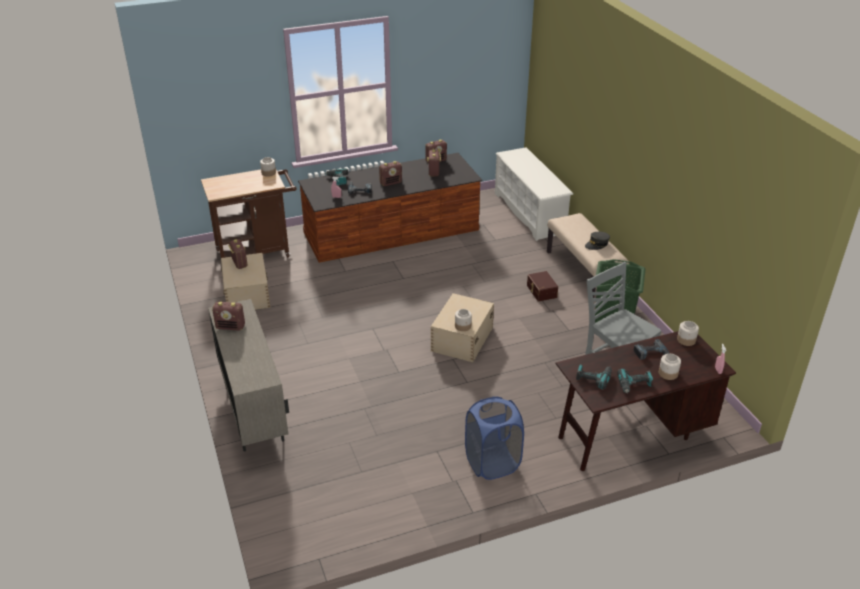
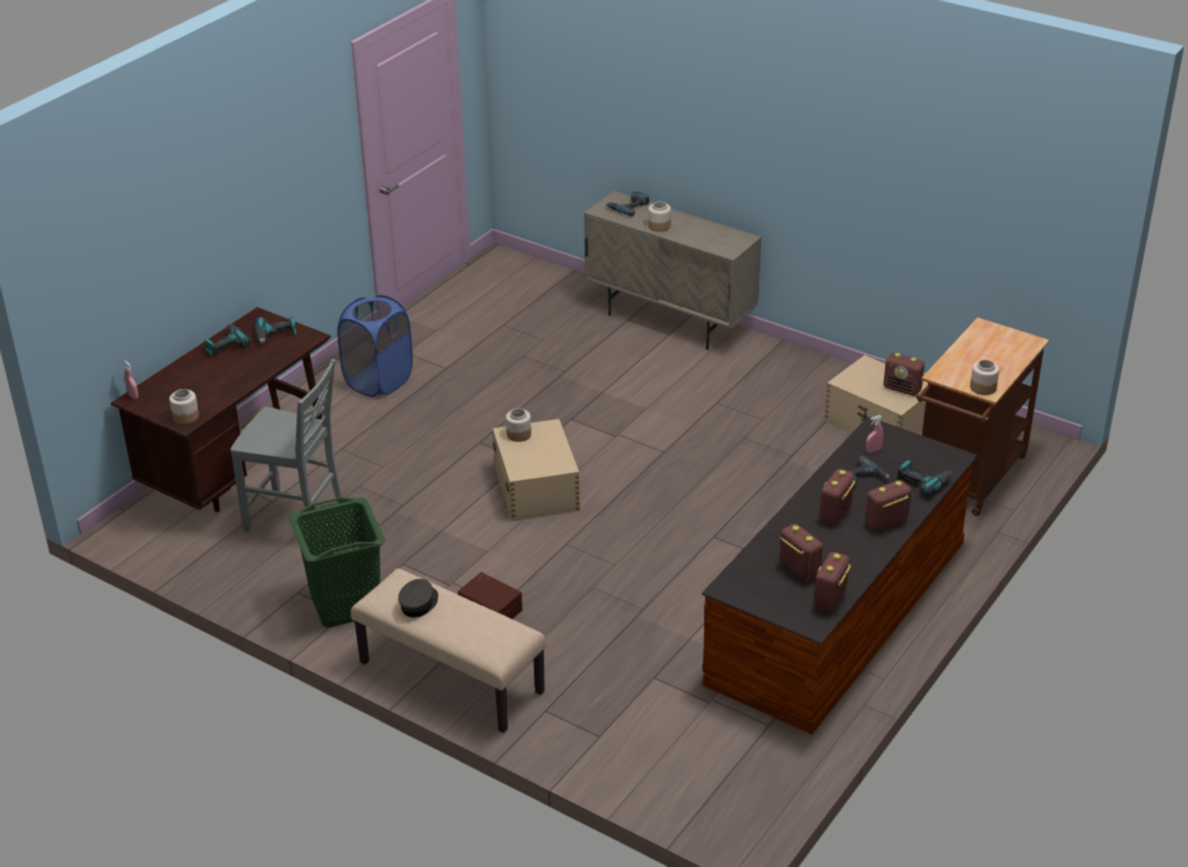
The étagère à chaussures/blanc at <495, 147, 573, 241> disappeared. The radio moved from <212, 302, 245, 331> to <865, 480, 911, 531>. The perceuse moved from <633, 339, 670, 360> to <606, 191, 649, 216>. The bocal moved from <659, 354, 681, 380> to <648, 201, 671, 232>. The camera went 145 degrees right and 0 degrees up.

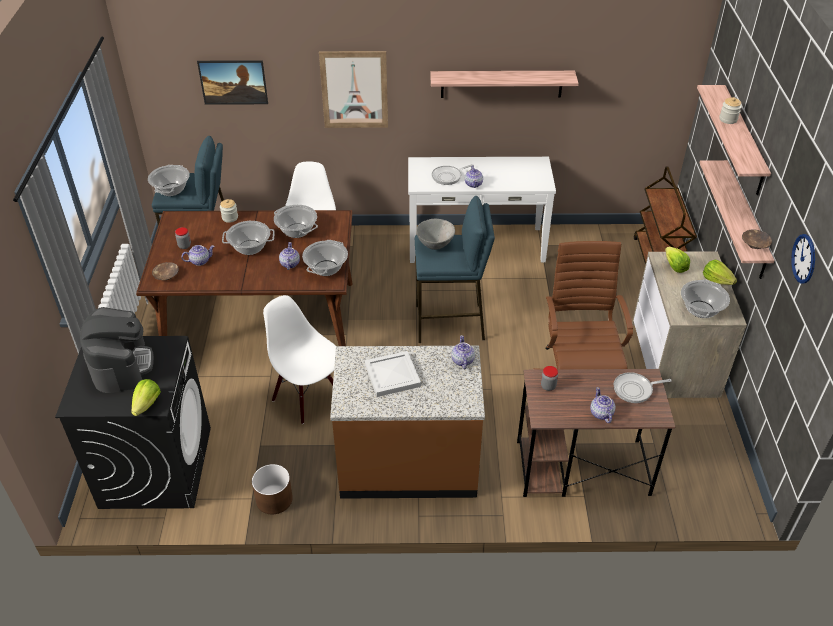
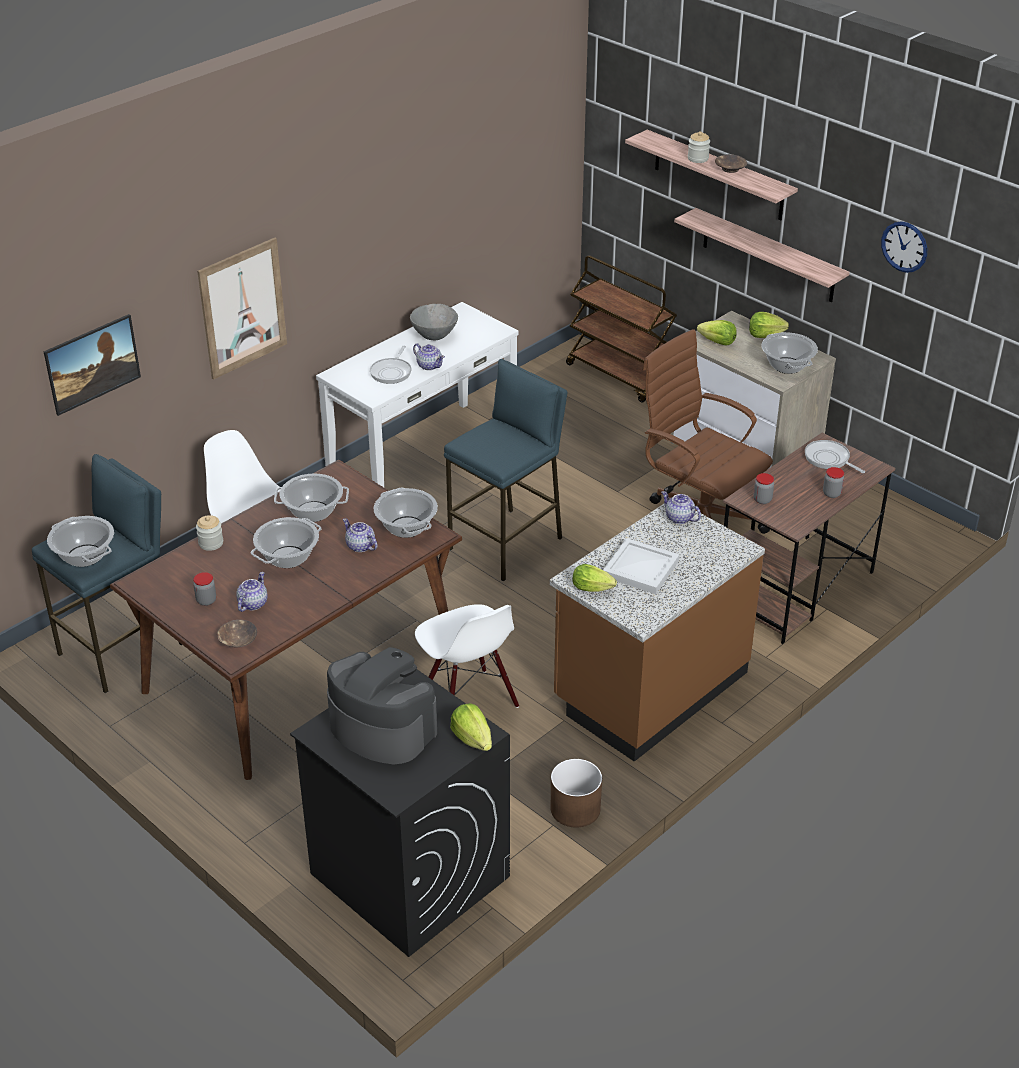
The étagère at <430, 71, 579, 98> disappeared. The laitue at <573, 564, 617, 592> appeared. The bol/gris moved from <416, 219, 455, 250> to <410, 304, 458, 340>. The bol/marron moved from <742, 230, 772, 249> to <715, 154, 747, 173>. The théière at <590, 387, 616, 423> was replaced by the bocal at <823, 467, 844, 498>. The chaise/blanc at <263, 295, 336, 424> turned 120 degrees counterclockwise. The poêle at <614, 372, 672, 403> turned 105 degrees clockwise. The camera went 45 degrees left and 5 degrees down.

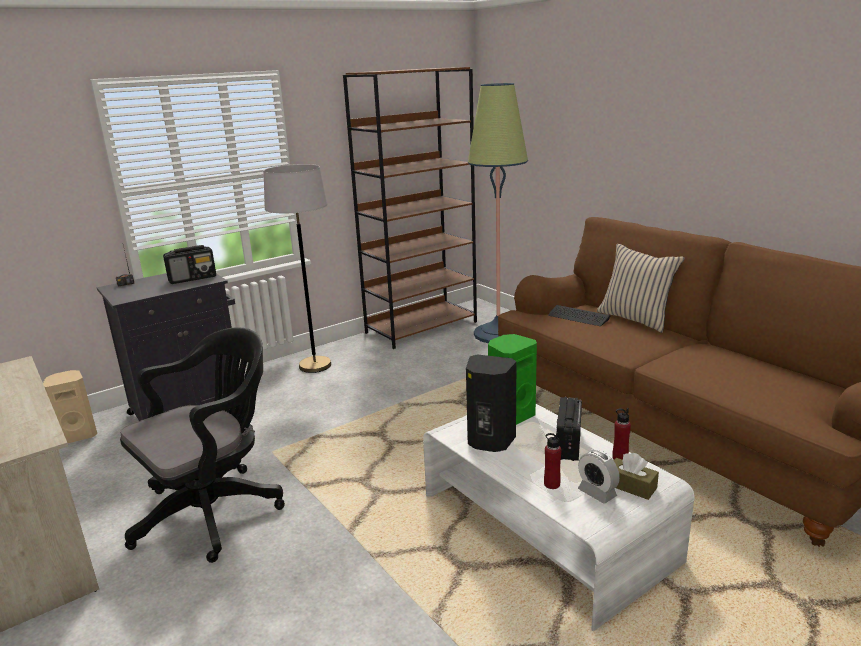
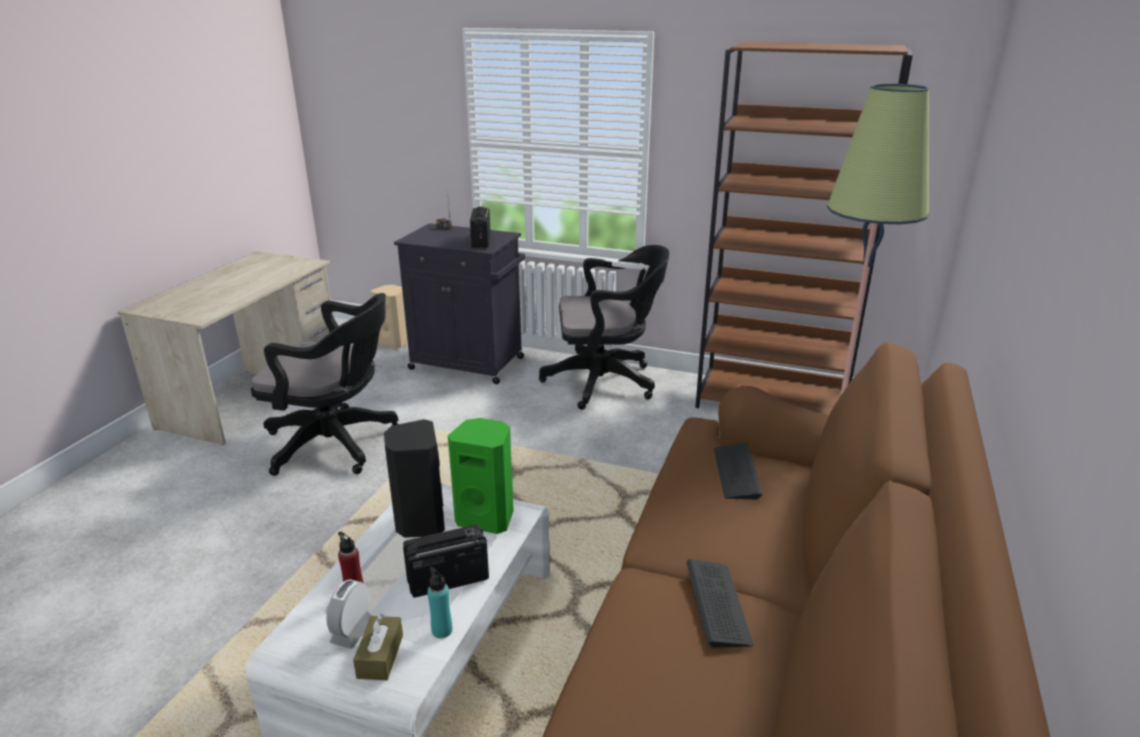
The coussin/beige at <597, 244, 685, 333> disappeared. The clavier at <686, 559, 754, 648> appeared. The lampadaire/gris at <263, 164, 331, 373> was replaced by the chaise de bureau/noir at <539, 245, 670, 410>. The bouteille/rouge at <612, 408, 631, 460> became the bouteille/turquoise at <427, 567, 452, 638>. The radio at <163, 245, 216, 284> turned 60 degrees clockwise. The camera went 55 degrees right and 5 degrees up.

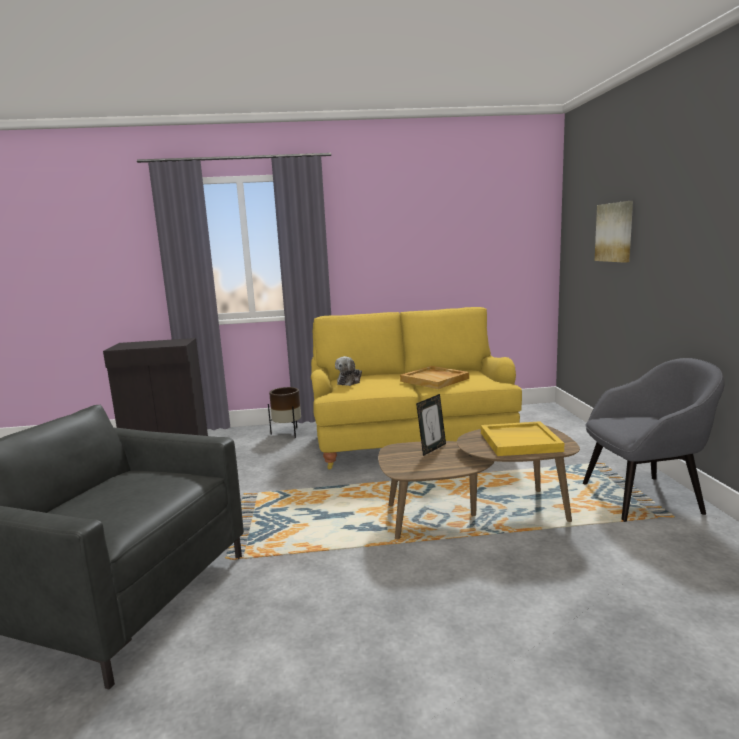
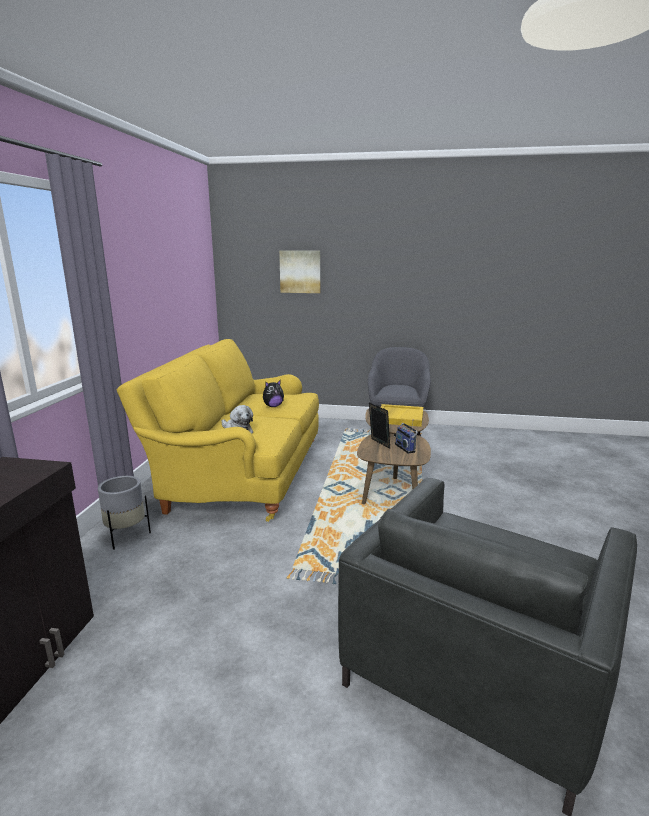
The radio at <395, 420, 418, 454> appeared. The plateau/beige at <400, 366, 469, 389> was replaced by the peluche at <263, 380, 284, 407>. The cache-pot/marron at <268, 387, 301, 438> became the cache-pot/gris at <98, 476, 151, 550>. The camera went 75 degrees left and 5 degrees up.

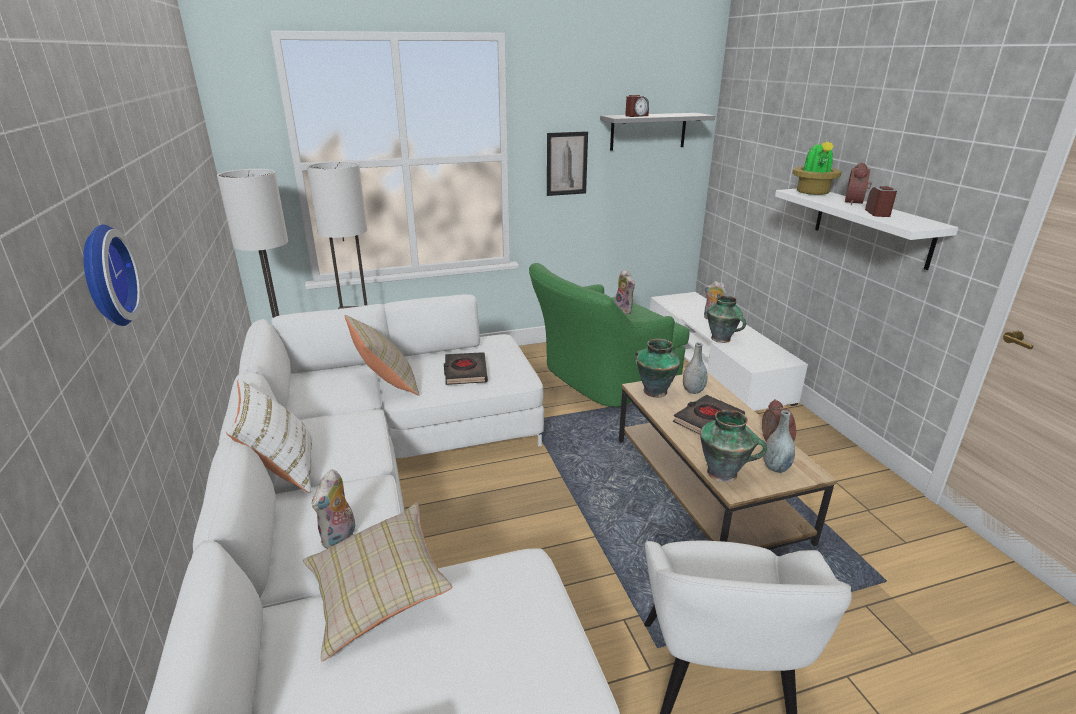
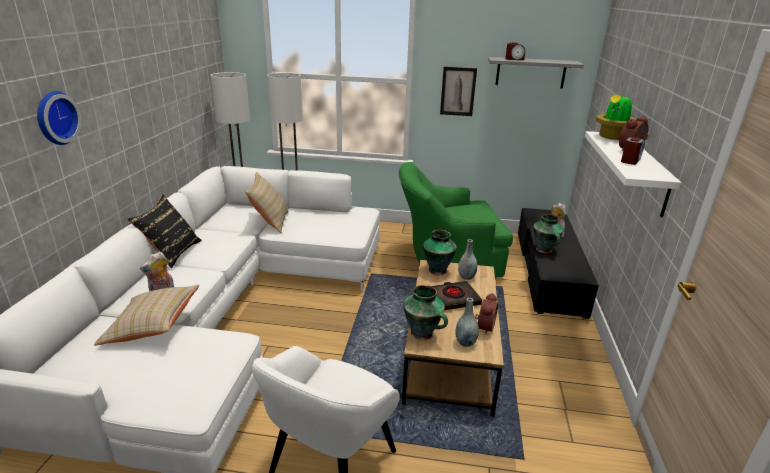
The livre/noir at <444, 352, 488, 385> disappeared. The peluche at <614, 269, 635, 315> disappeared. The coussin/blanc at <226, 379, 312, 493> became the coussin/noir at <127, 194, 202, 268>. The meuble télé/blanc at <650, 292, 808, 411> became the meuble télé/noir at <518, 208, 599, 319>. The camera went 25 degrees right and 0 degrees up.

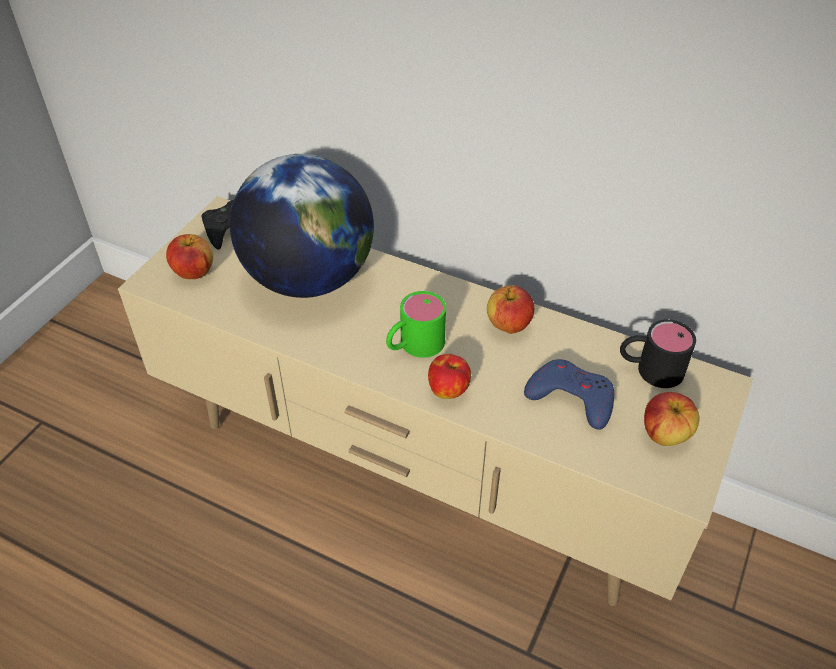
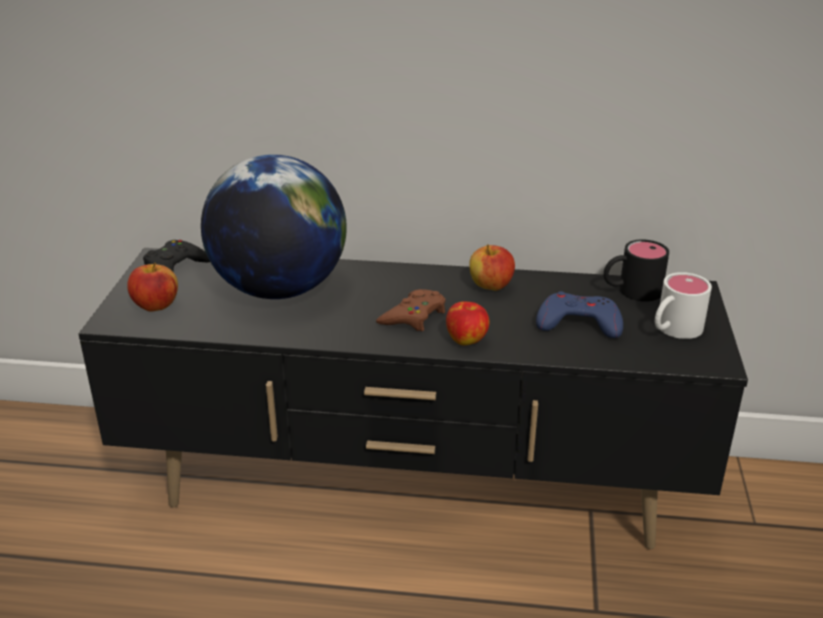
The mug/vert at <386, 291, 446, 358> was replaced by the manette/marron at <376, 289, 446, 331>. The pomme at <644, 392, 700, 446> was replaced by the mug/blanc at <655, 272, 712, 339>. The meuble télé/beige at <118, 196, 753, 606> became the meuble télé/noir at <78, 248, 748, 549>. The camera went 20 degrees left and 15 degrees down.

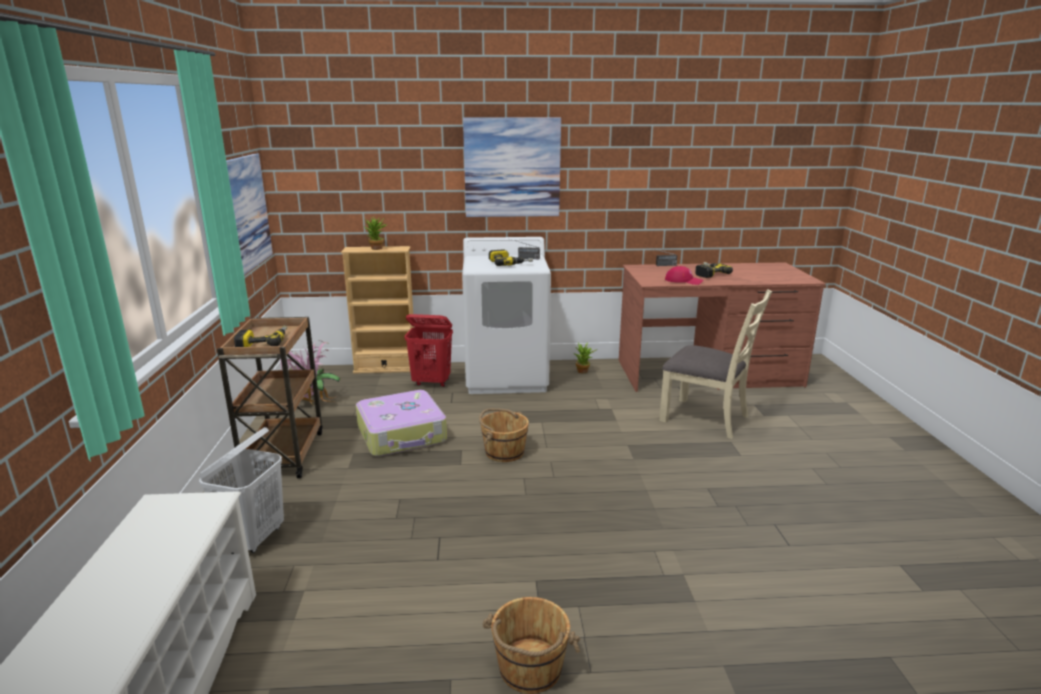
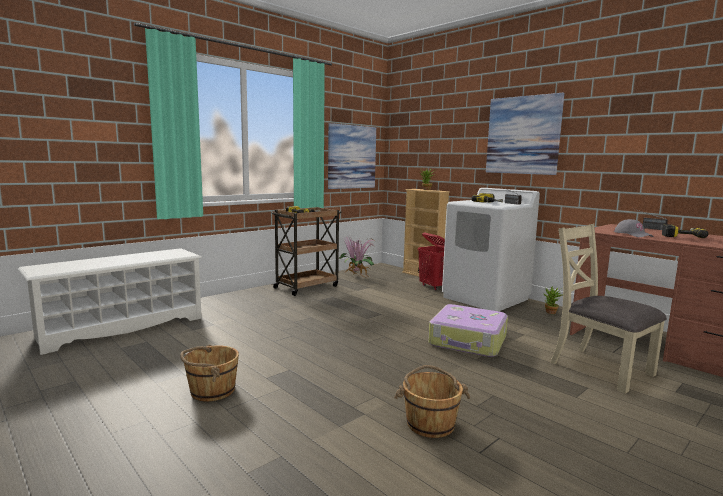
The panier à linge/blanc at <198, 427, 284, 553> disappeared. The valise moved from <356, 390, 447, 456> to <428, 304, 508, 357>. The seau/marron moved from <479, 408, 529, 462> to <394, 365, 470, 438>. The casquette/rouge at <665, 266, 703, 285> became the casquette/gris at <614, 219, 653, 237>. The chaise/beige at <659, 289, 772, 439> turned 150 degrees clockwise. The camera went 50 degrees right and 10 degrees down.

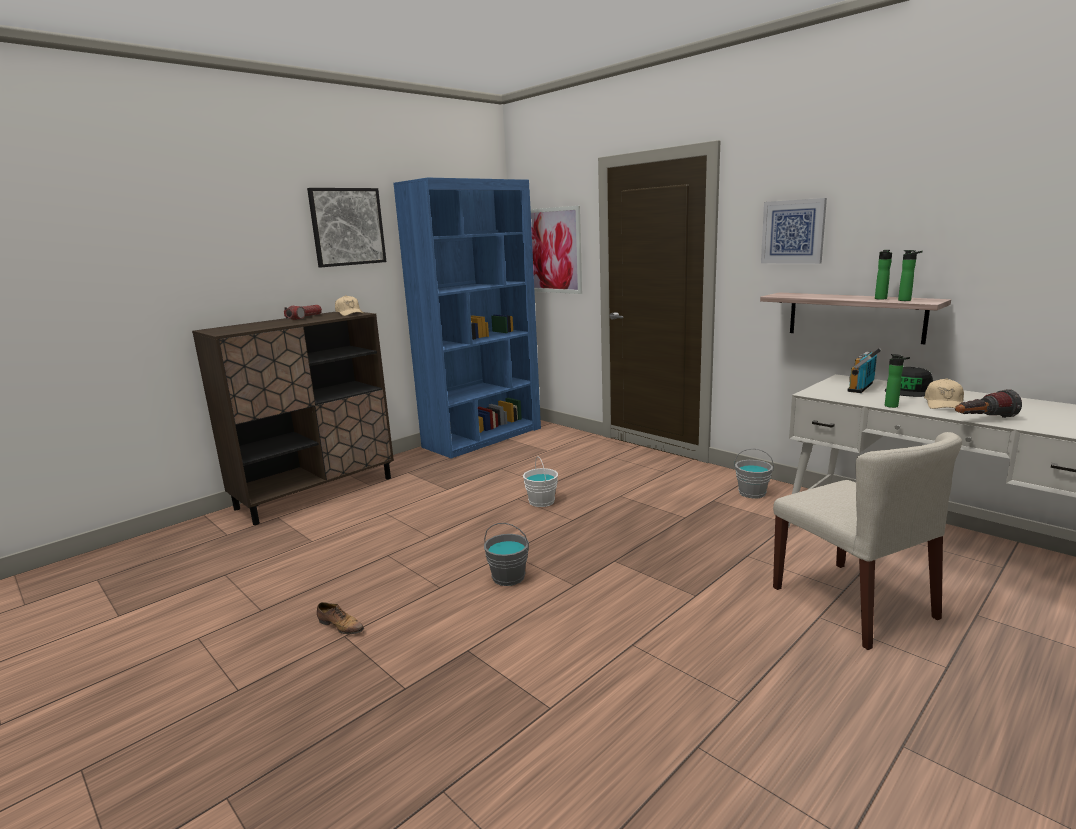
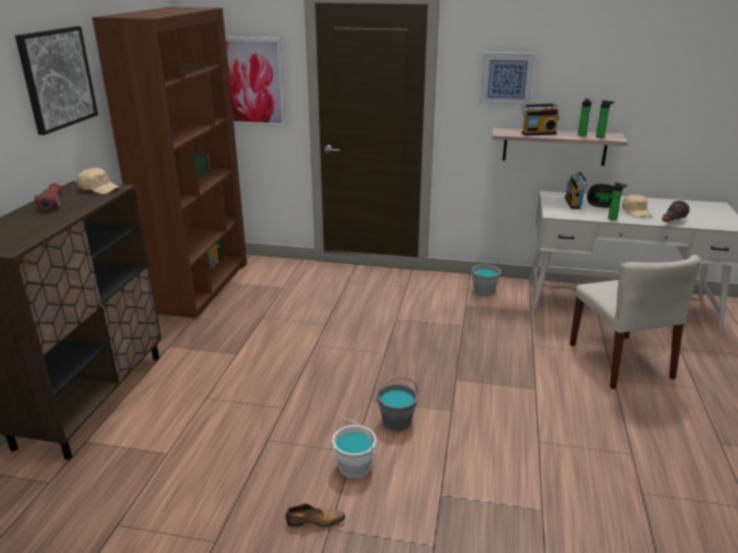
The radio at <522, 103, 560, 136> appeared. The seau/blanc moved from <523, 456, 558, 507> to <332, 419, 377, 479>. The bibliothèque/bleu at <393, 178, 541, 459> became the bibliothèque/marron at <92, 7, 247, 318>. The chaise/beige at <773, 432, 962, 650> turned 45 degrees clockwise. The camera went 35 degrees left and 10 degrees up.

